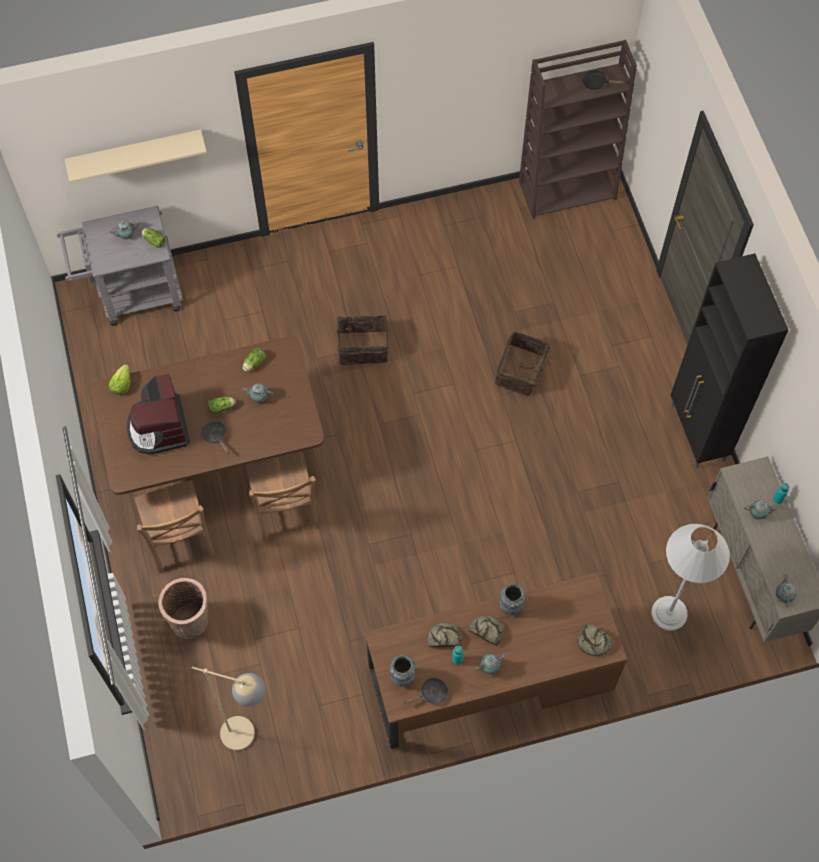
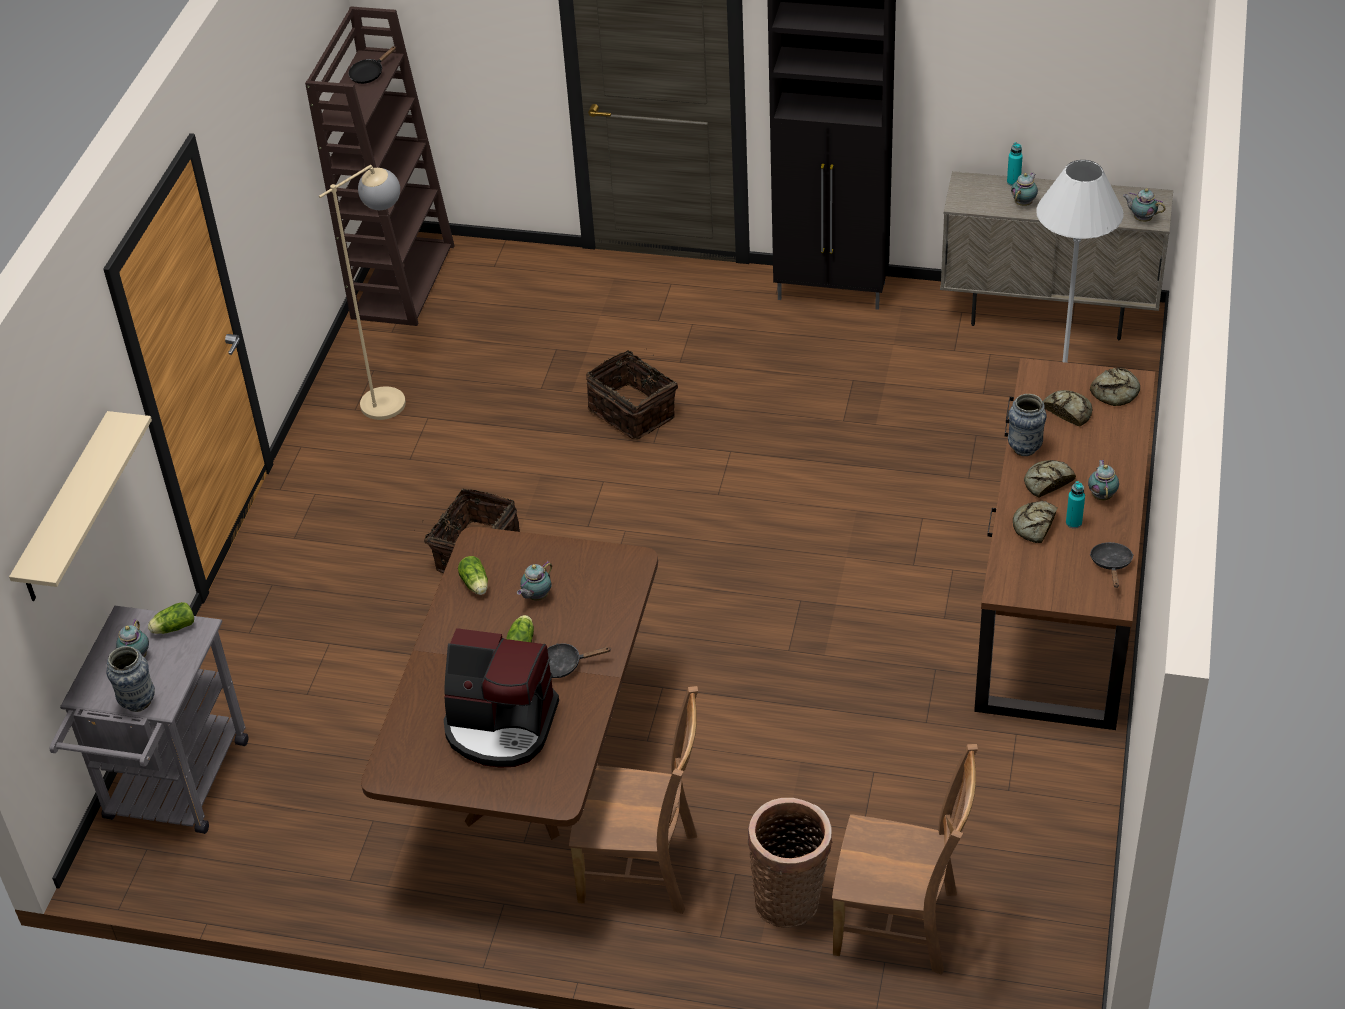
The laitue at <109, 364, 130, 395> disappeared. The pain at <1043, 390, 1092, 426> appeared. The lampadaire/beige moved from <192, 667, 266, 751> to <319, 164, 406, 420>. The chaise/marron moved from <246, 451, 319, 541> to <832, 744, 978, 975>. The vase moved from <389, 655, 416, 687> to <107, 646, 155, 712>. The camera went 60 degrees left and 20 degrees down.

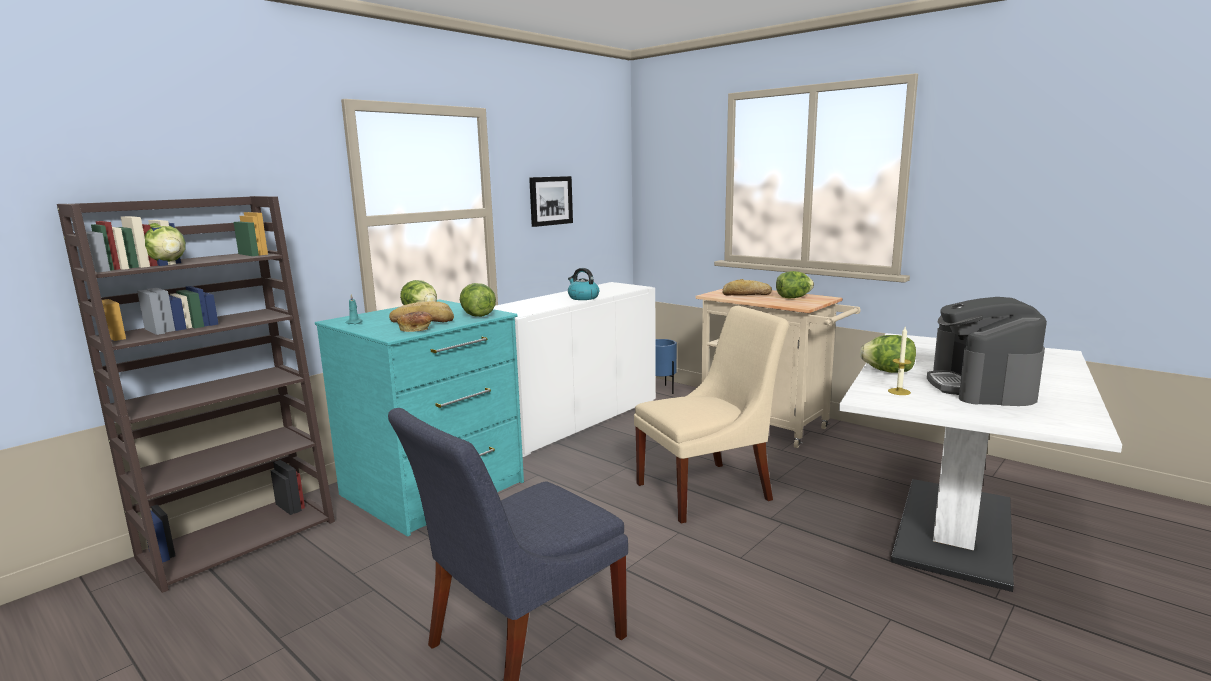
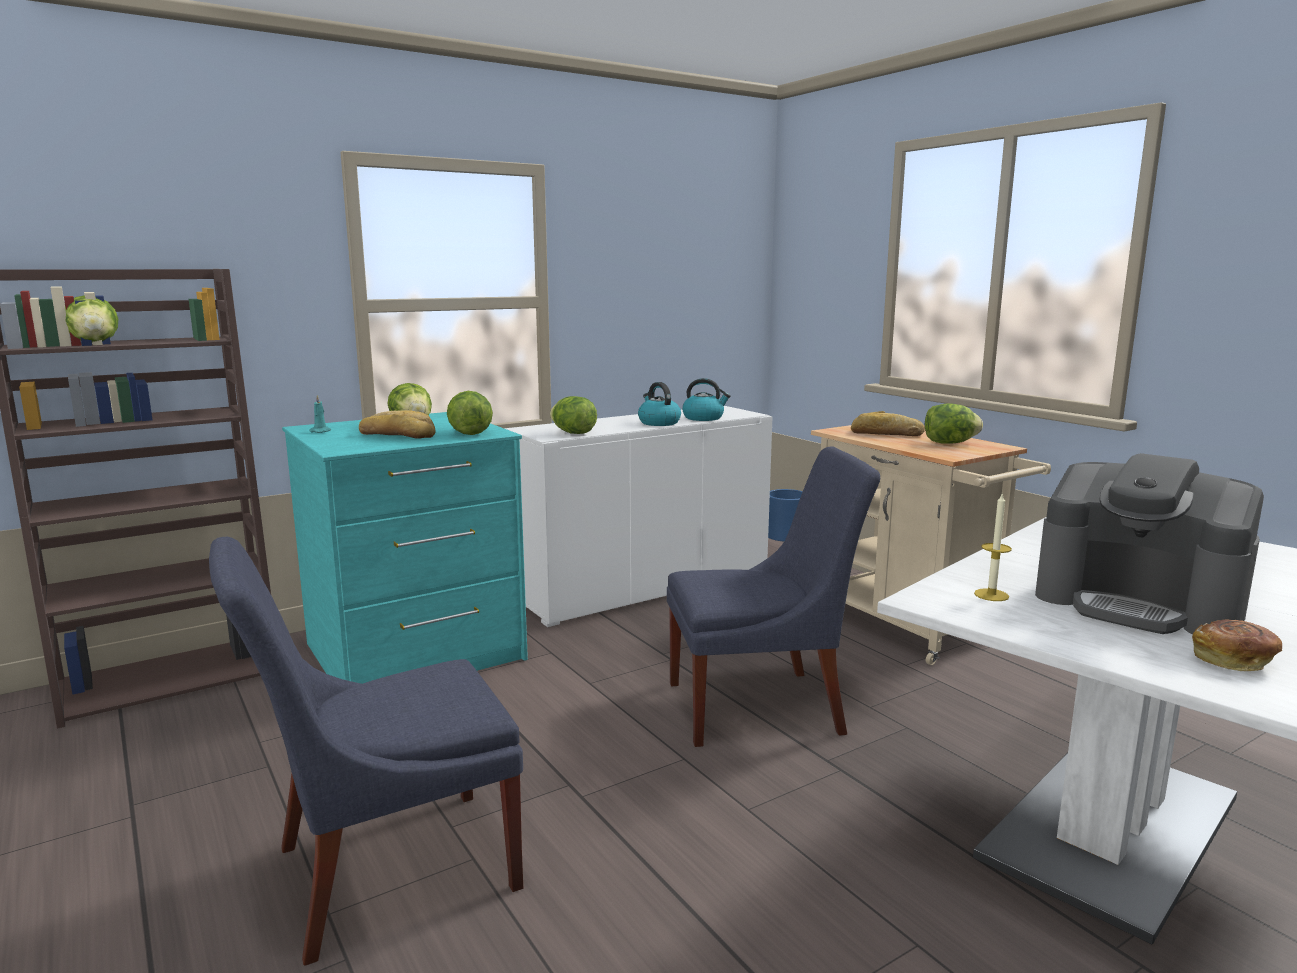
The tableau at <529, 176, 573, 227> disappeared. The bouilloire at <682, 378, 731, 421> appeared. The pain moved from <397, 311, 433, 332> to <1192, 620, 1282, 671>. The laitue moved from <860, 335, 916, 373> to <550, 396, 597, 434>. The chaise/beige at <634, 306, 789, 524> became the chaise/bleu at <667, 447, 880, 747>. The machine à café at <927, 297, 1047, 406> turned 75 degrees counterclockwise. The camera went 15 degrees right and 0 degrees up.

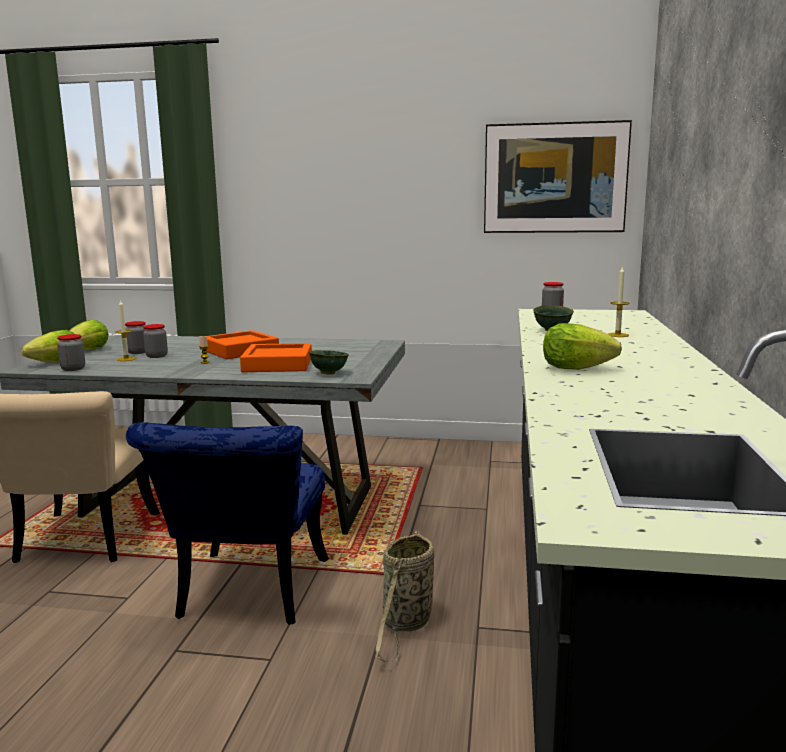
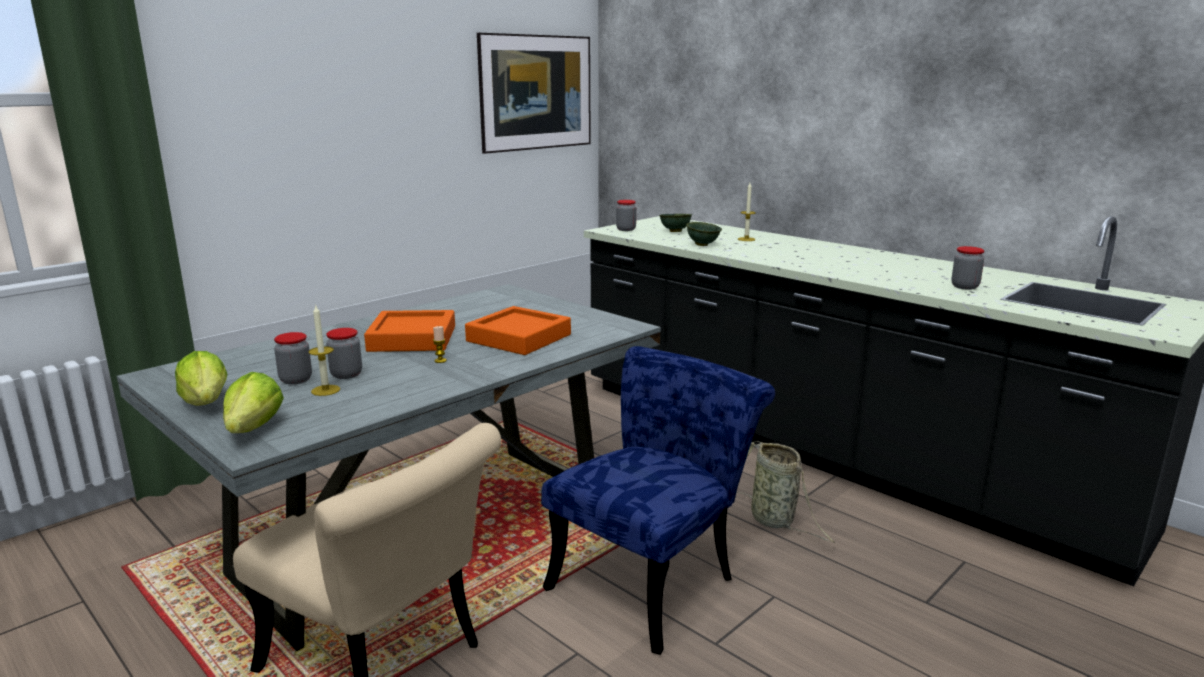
The laitue at <543, 323, 622, 370> disappeared. The bocal moved from <57, 334, 85, 371> to <951, 246, 985, 290>. The bol/vert moved from <309, 350, 349, 374> to <659, 214, 692, 232>. The chaise/bleu at <126, 422, 329, 625> turned 90 degrees counterclockwise. The camera went 55 degrees left and 5 degrees up.

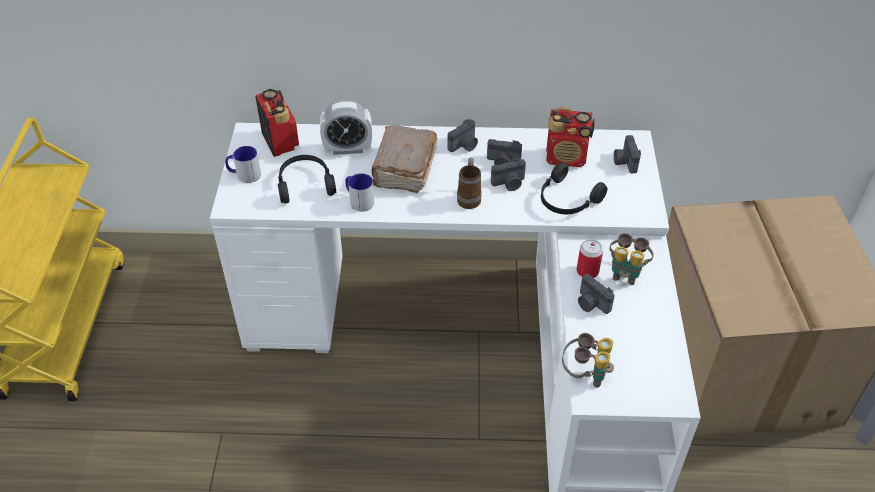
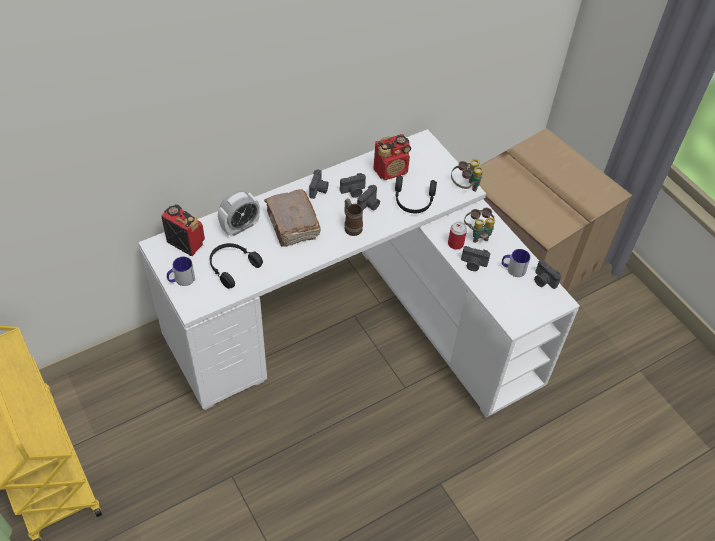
The mug moved from <345, 173, 374, 212> to <502, 249, 530, 277>. The jumelles moved from <562, 333, 614, 388> to <451, 159, 483, 192>. The appareil photo moved from <614, 135, 641, 173> to <534, 260, 561, 289>. The camera went 35 degrees left and 5 degrees up.

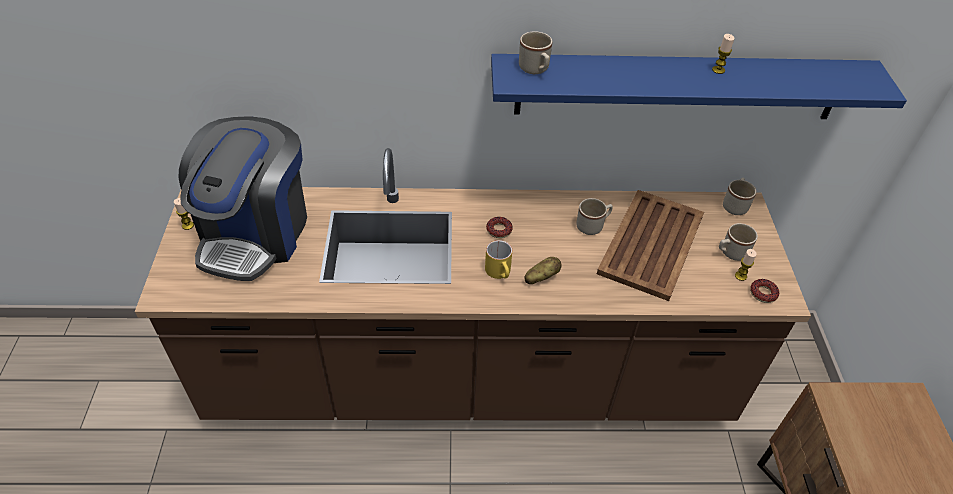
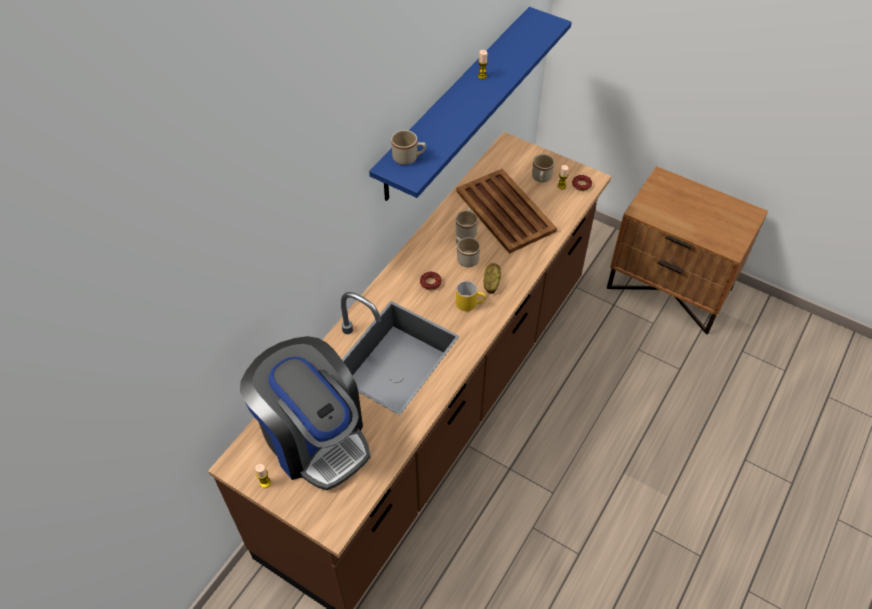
The mug/beige moved from <723, 178, 756, 215> to <456, 237, 480, 267>. The camera went 55 degrees left and 5 degrees up.

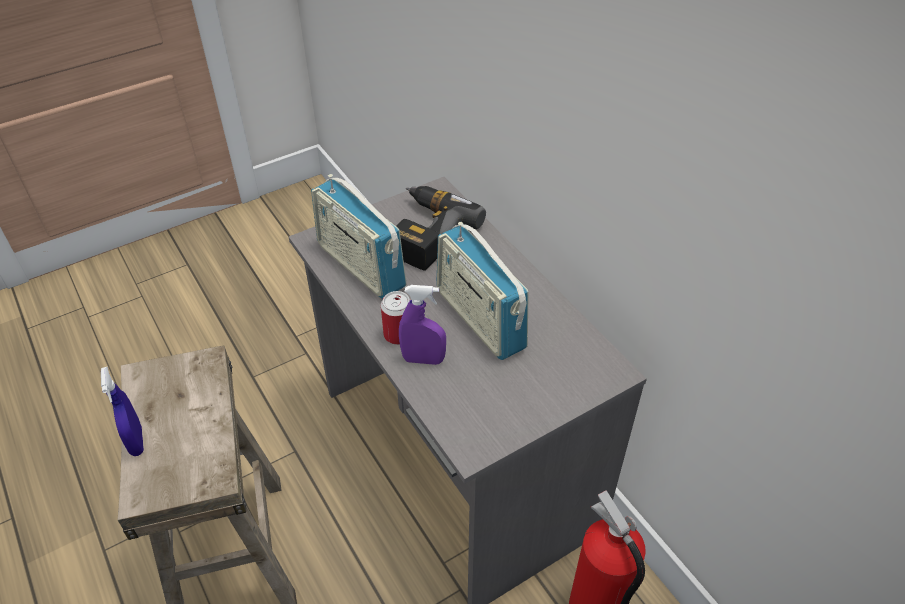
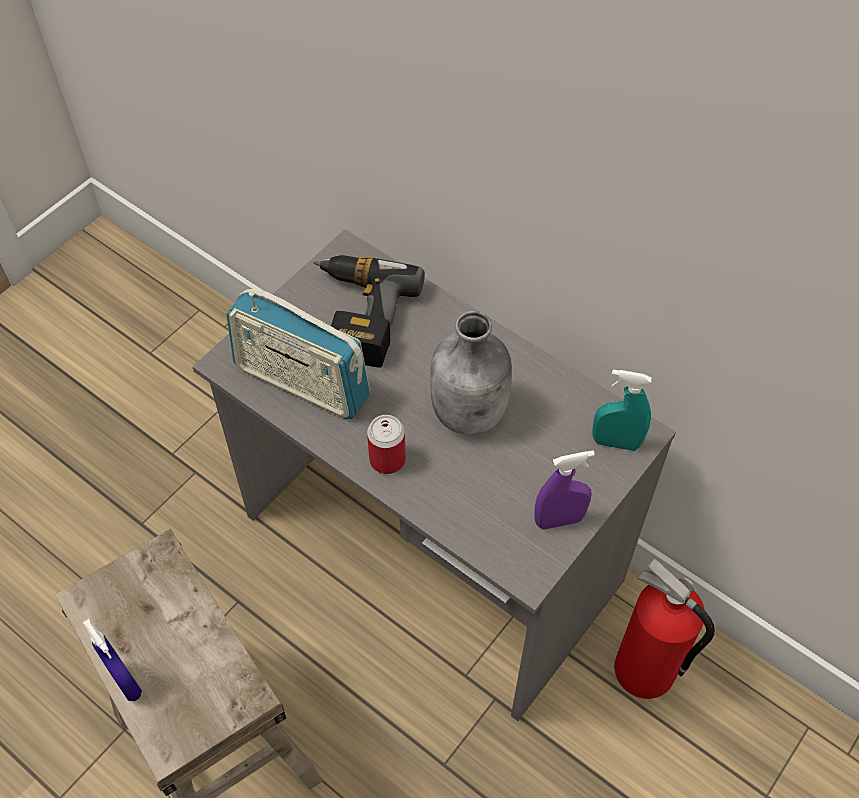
The vaporisateur/turquoise at <592, 370, 652, 451> appeared. The vaporisateur/violet moved from <399, 285, 446, 365> to <534, 450, 595, 529>. The radio at <436, 222, 529, 360> was replaced by the bouteille/gris at <430, 311, 512, 435>. The camera went 20 degrees left and 10 degrees up.

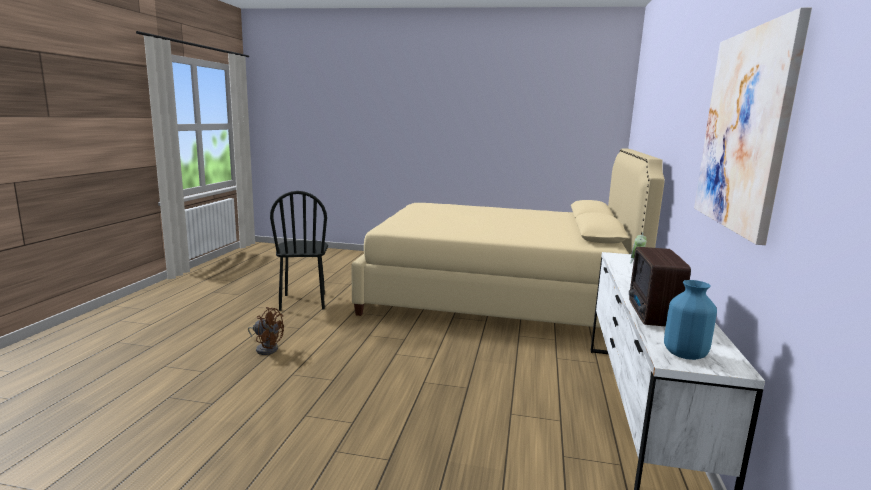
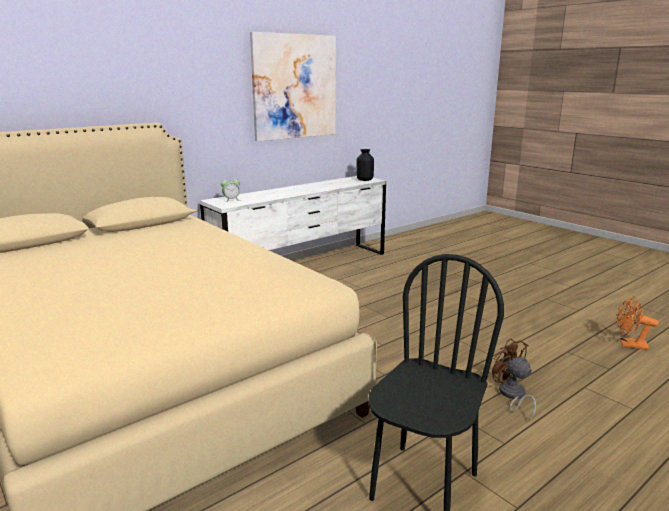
The radio at <629, 247, 691, 327> disappeared. The ventilateur/orange at <617, 297, 659, 350> appeared. The vase/bleu at <664, 280, 717, 360> became the vase/noir at <356, 149, 374, 181>. The camera went 140 degrees left and 5 degrees up.

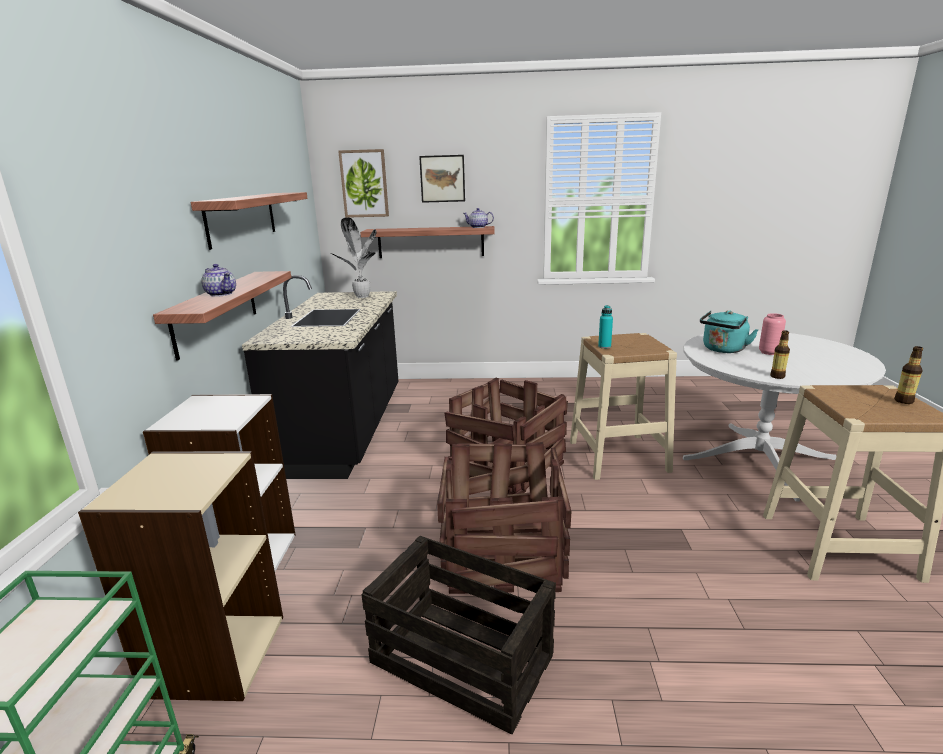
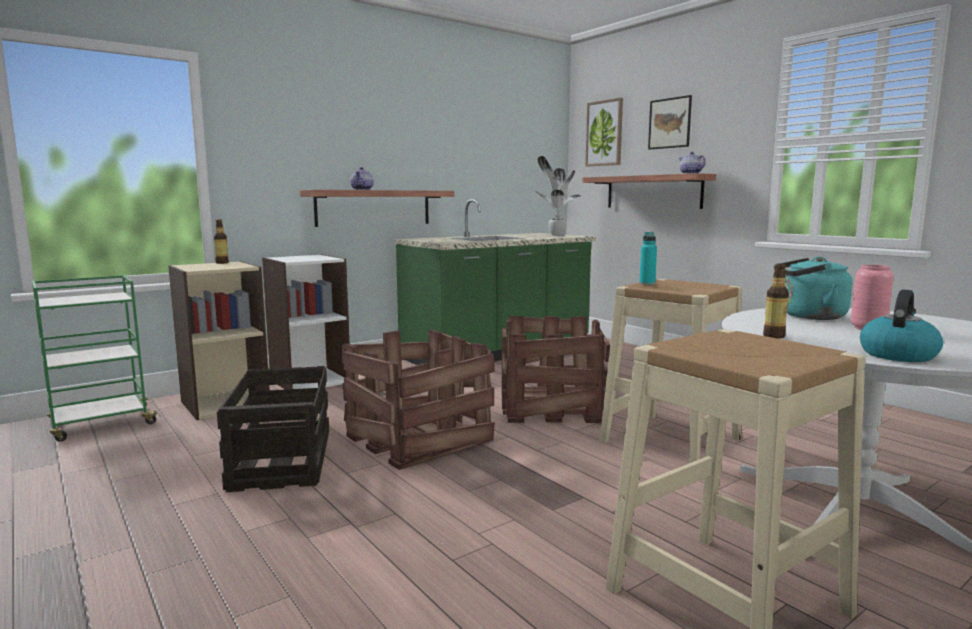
The étagère at <191, 192, 308, 250> disappeared. The bouilloire at <860, 290, 943, 362> appeared. The bouteille moved from <894, 346, 923, 404> to <214, 219, 229, 264>. The comptoir de cuisine/noir at <242, 275, 398, 479> became the comptoir de cuisine/vert at <395, 199, 596, 365>. The camera went 50 degrees right and 10 degrees down.

